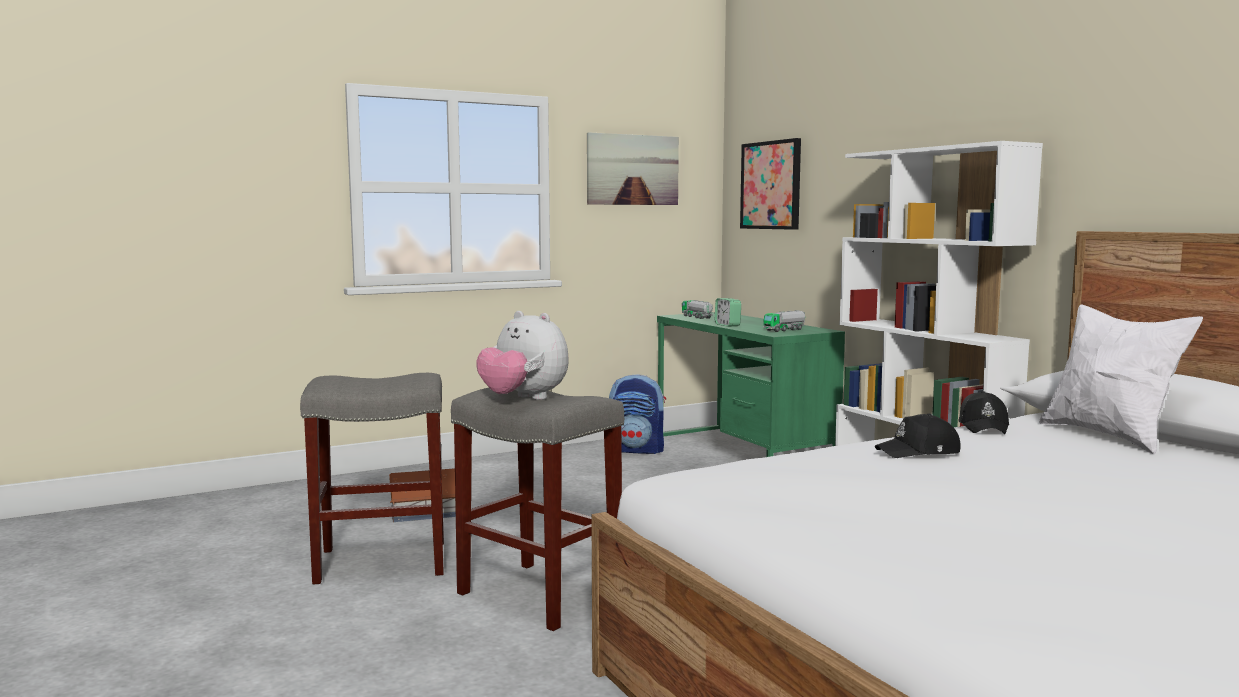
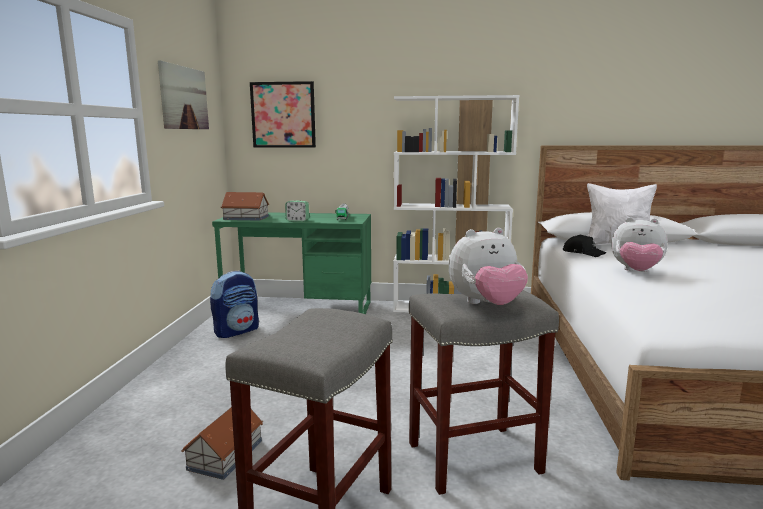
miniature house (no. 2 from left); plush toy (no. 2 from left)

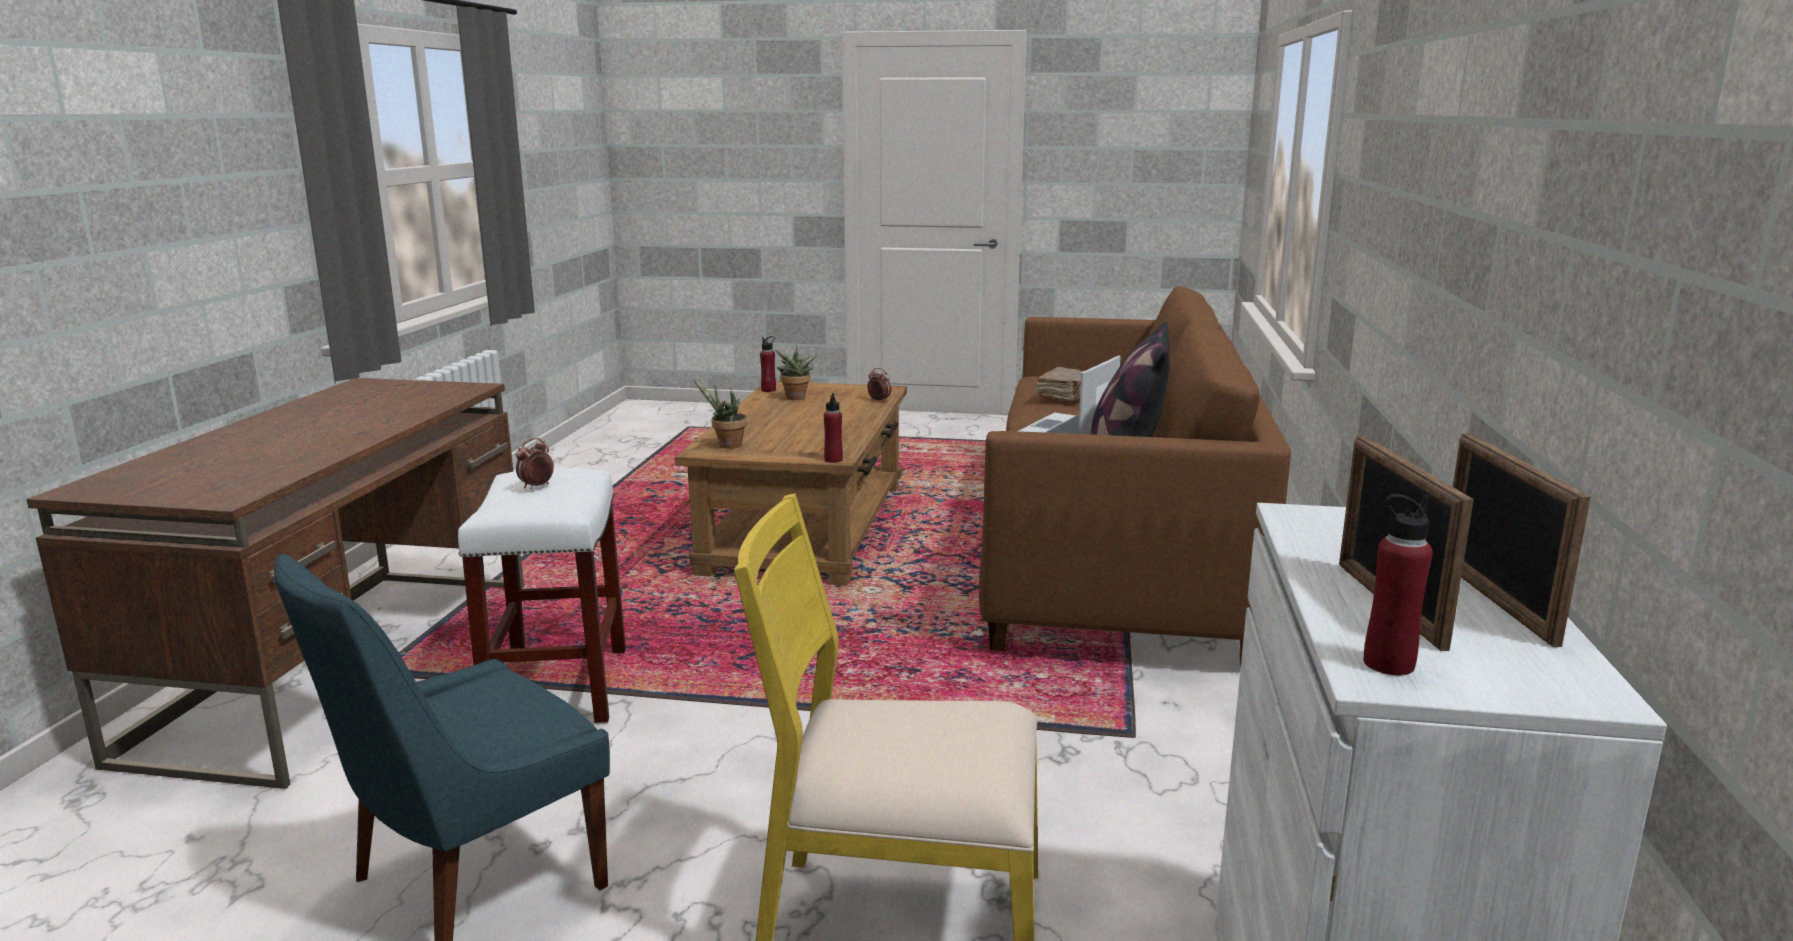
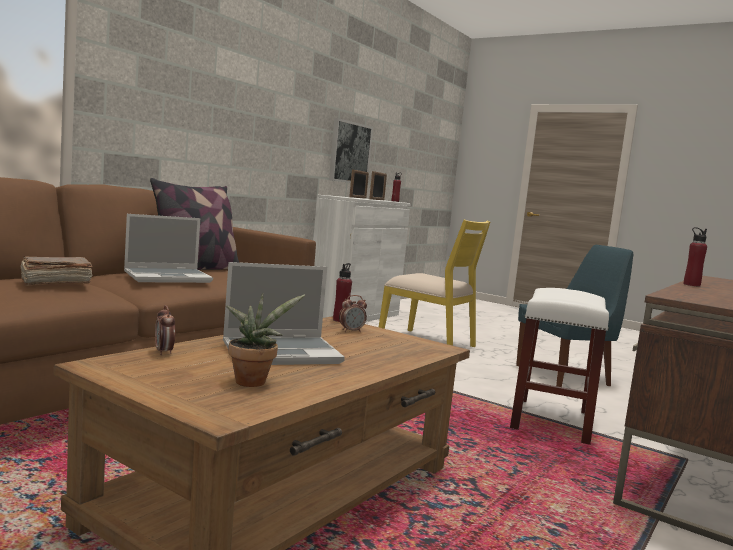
red drink bottle (no. 3 from left); potted plant (no. 1 from left in the first image); alarm clock (no. 2 from left); wall art; portable computer (no. 2 from left)

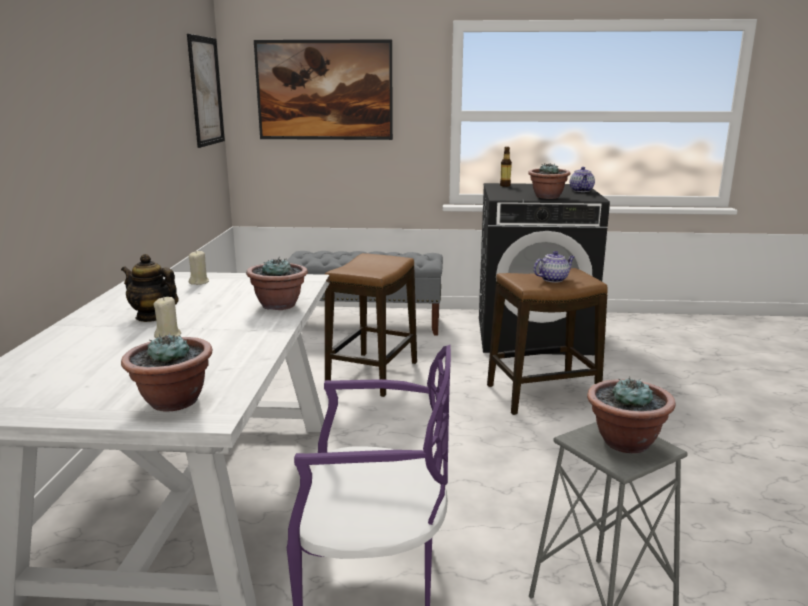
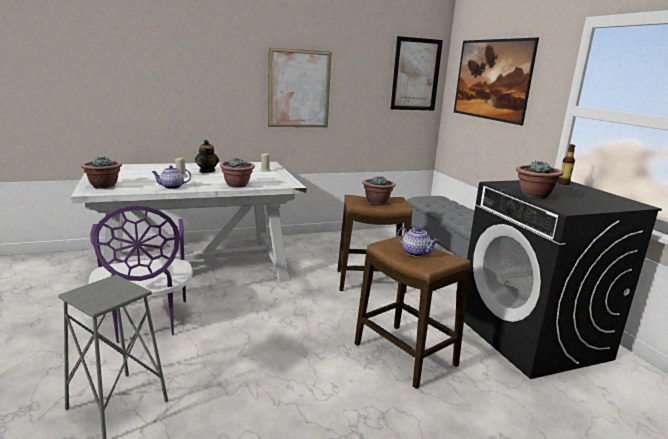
tea pot (no. 1 from left); potted plant (no. 3 from left); wall art (no. 1 from left)

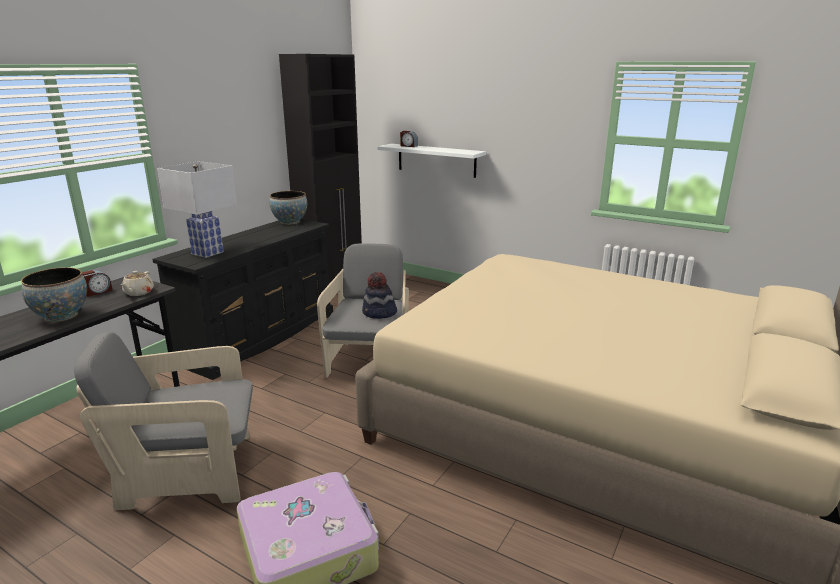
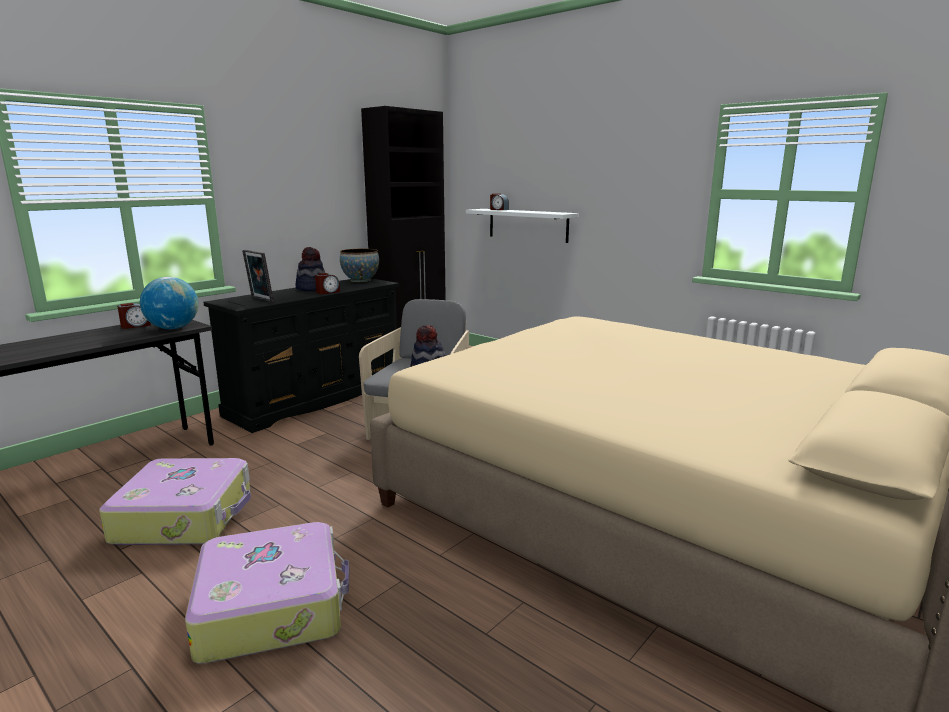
picture frame; deep dish (no. 1 from left in the first image); globe; travel case (no. 1 from left); hat (no. 1 from left); alarm clock (no. 2 from left)

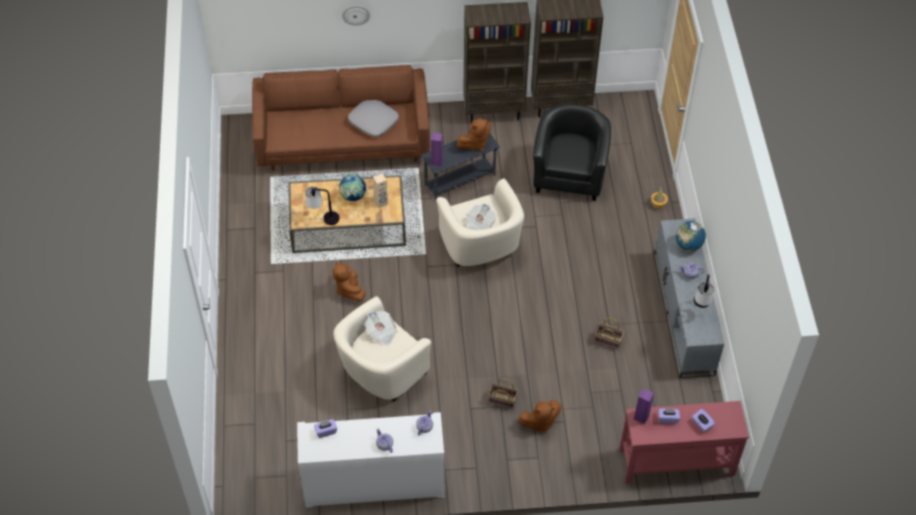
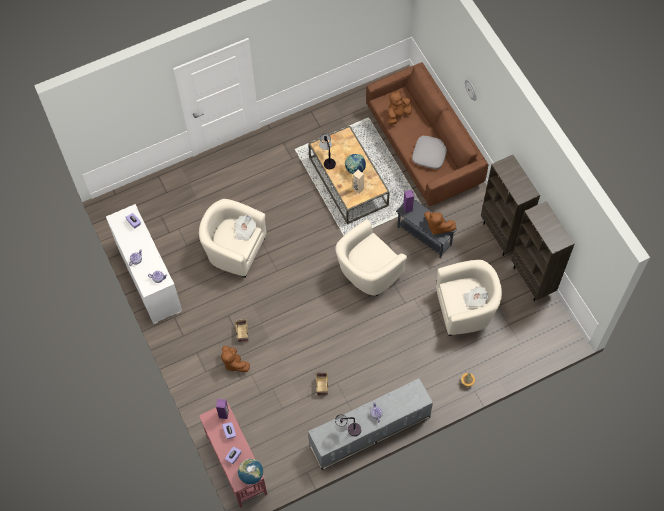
sand-coloured armchair (no. 3 from left); daily paper (no. 2 from left); globe (no. 1 from left); brownish plush toy (no. 2 from left)

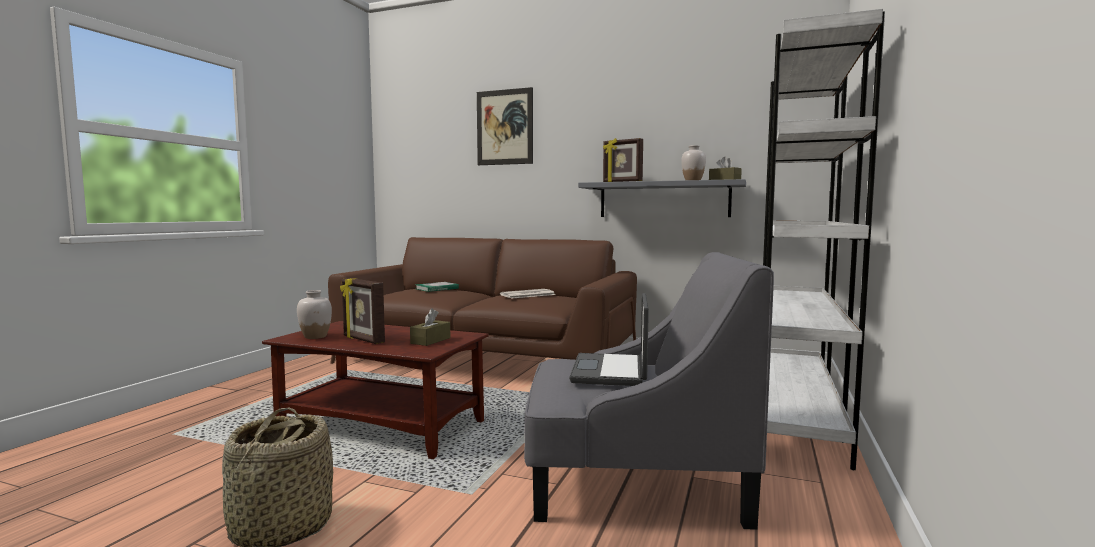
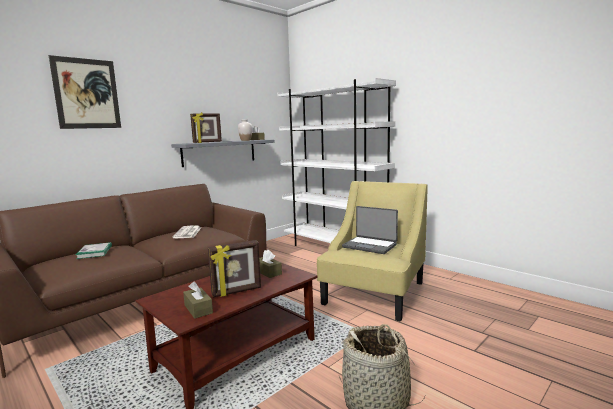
yellow-coloured armchair; brownish box of tissues (no. 1 from left)

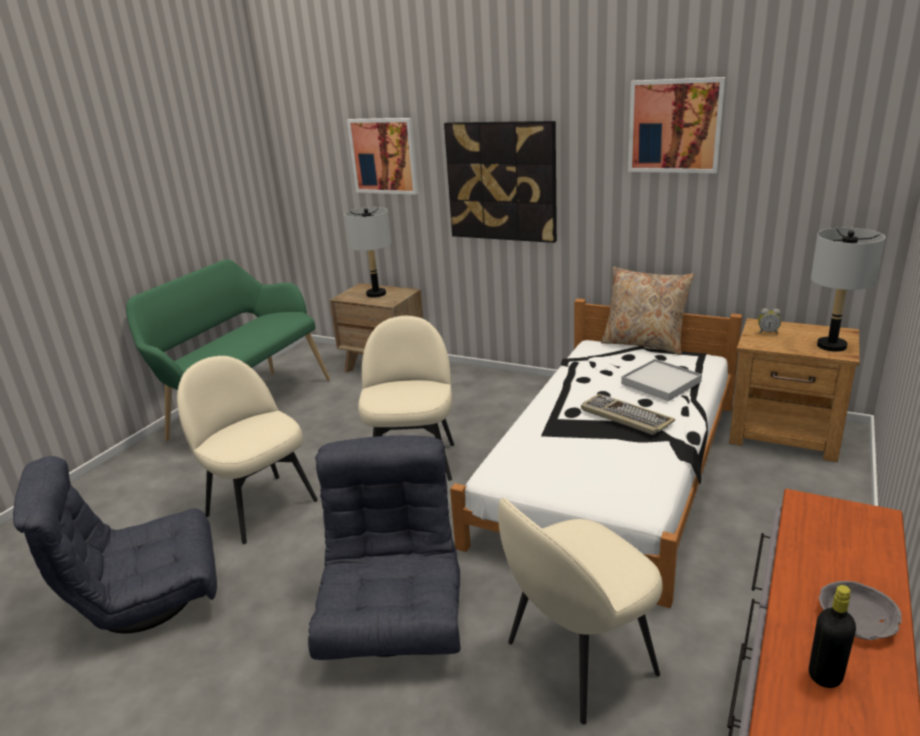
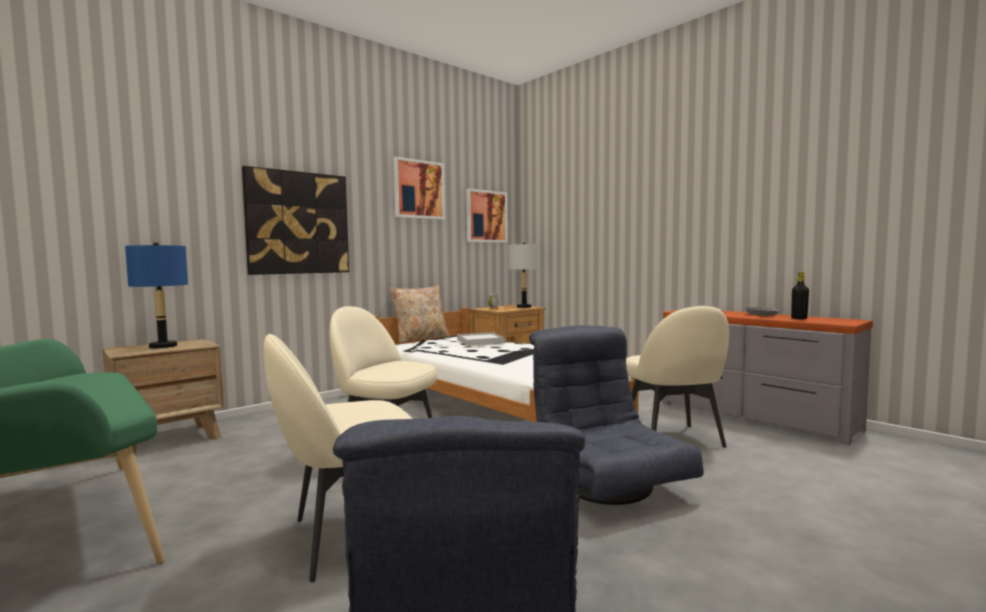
wall art (no. 3 from left); blue table lamp; PC keyboard; gray armchair (no. 2 from left)

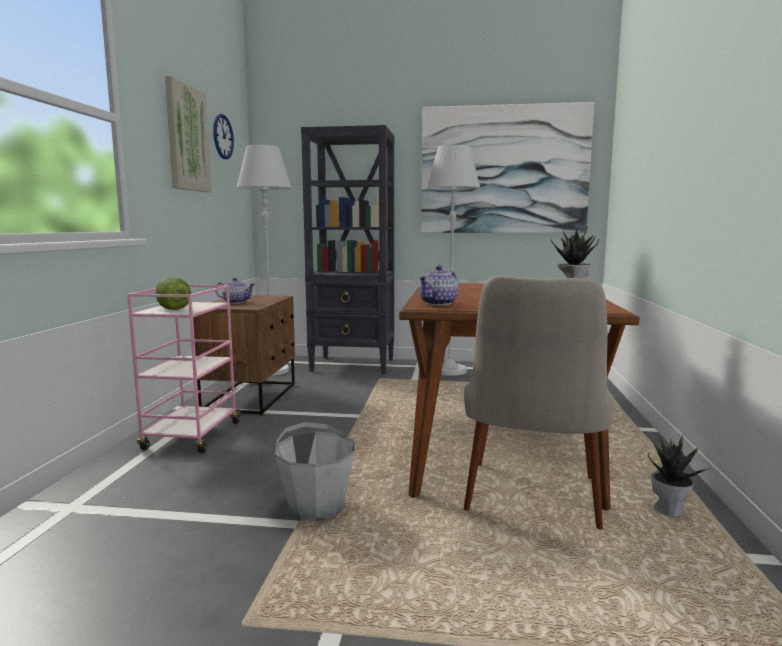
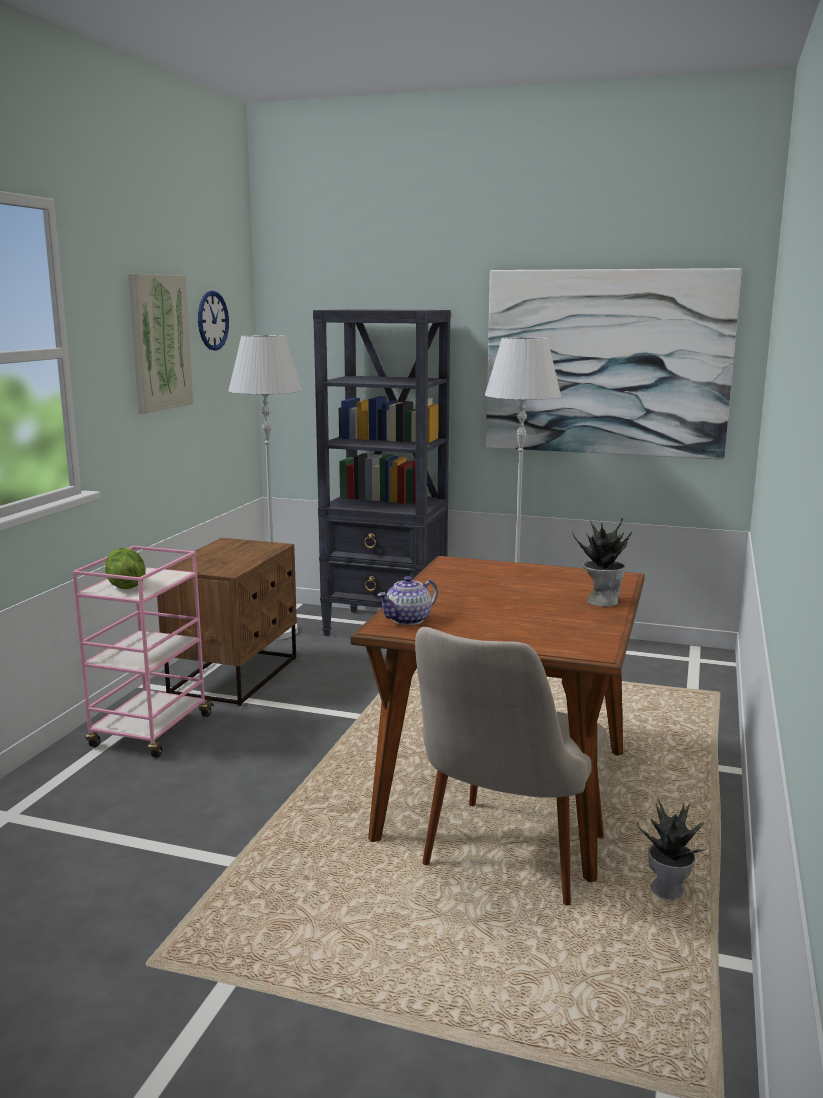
tea pot (no. 1 from left in the first image); gray pail

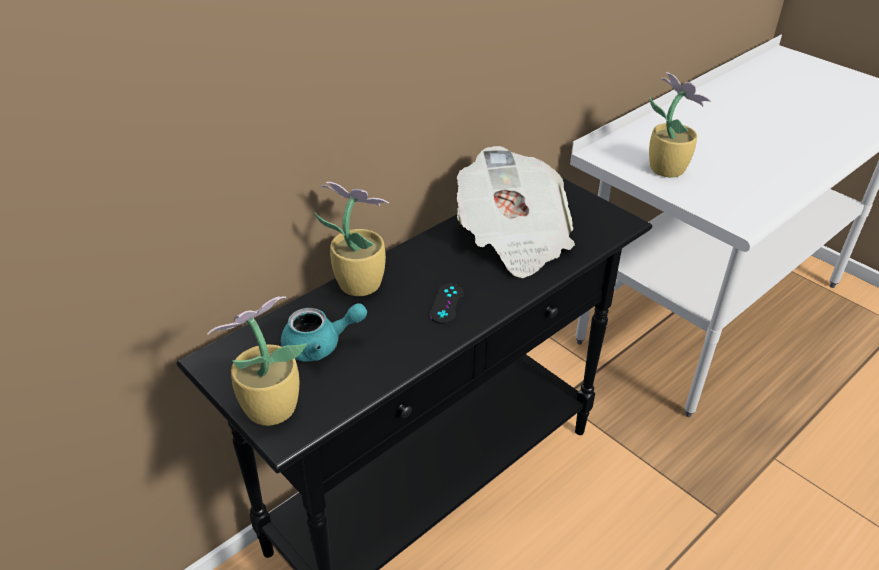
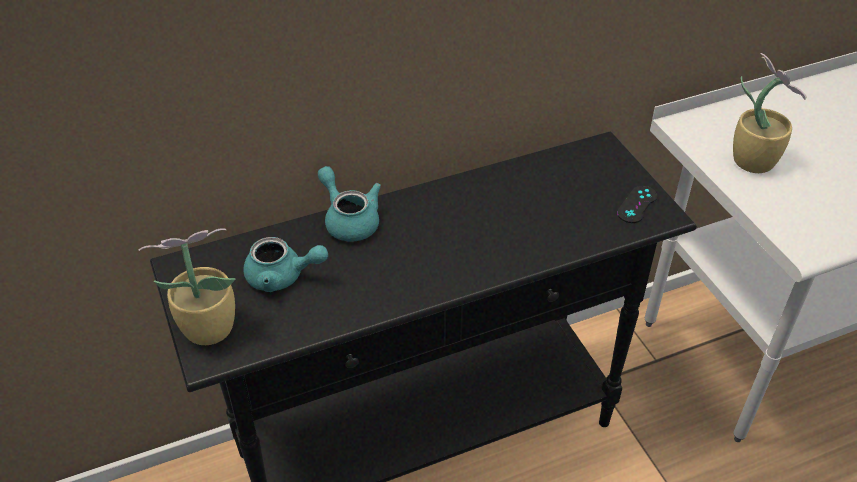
daily paper; blue-green tea pot (no. 2 from left); black-coloured gamepad

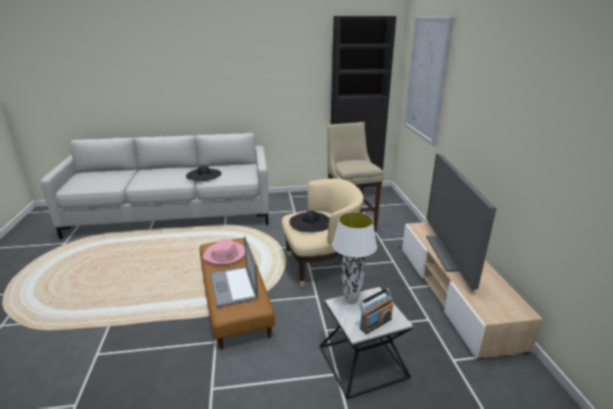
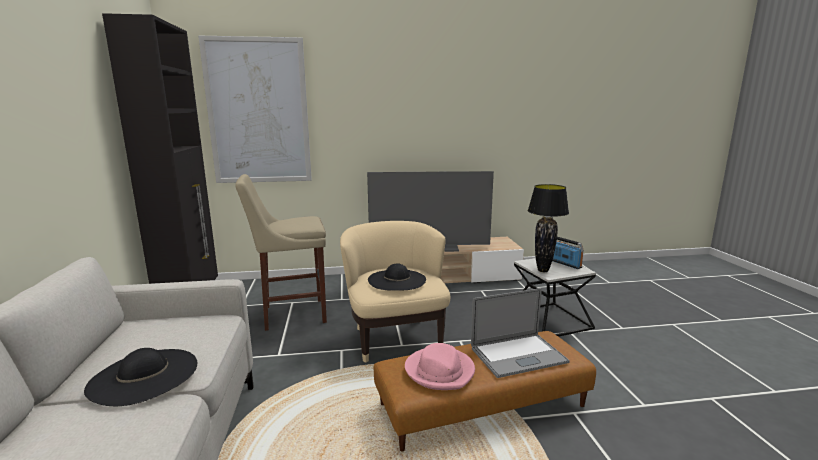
black-coloured table lamp

